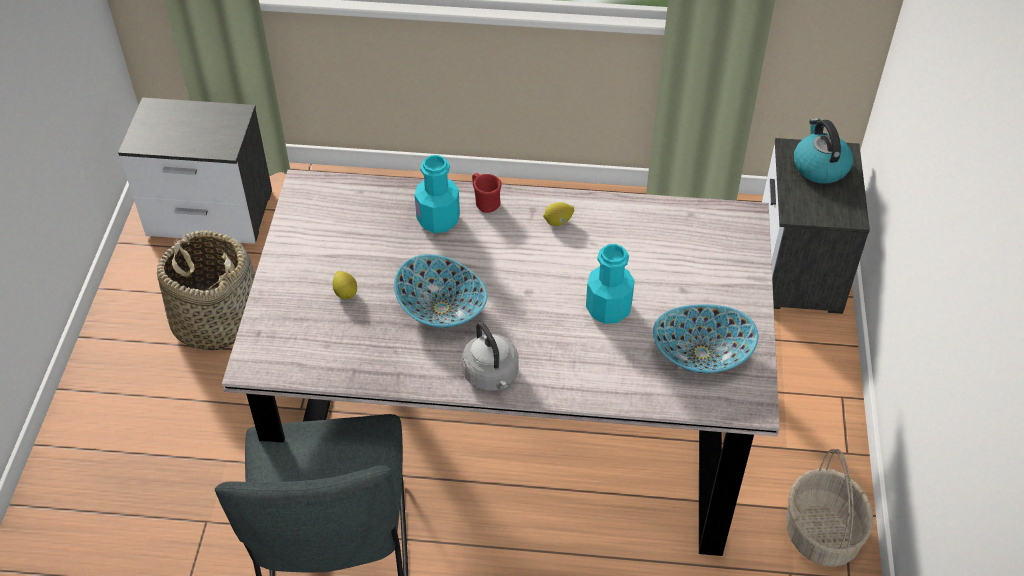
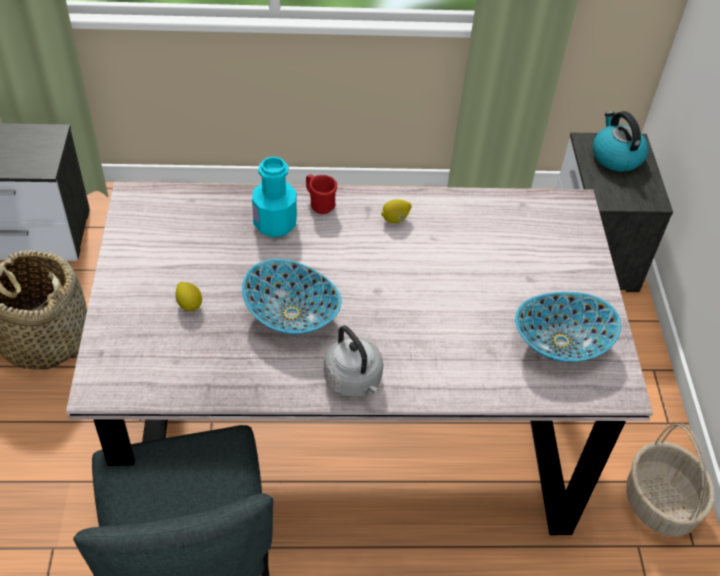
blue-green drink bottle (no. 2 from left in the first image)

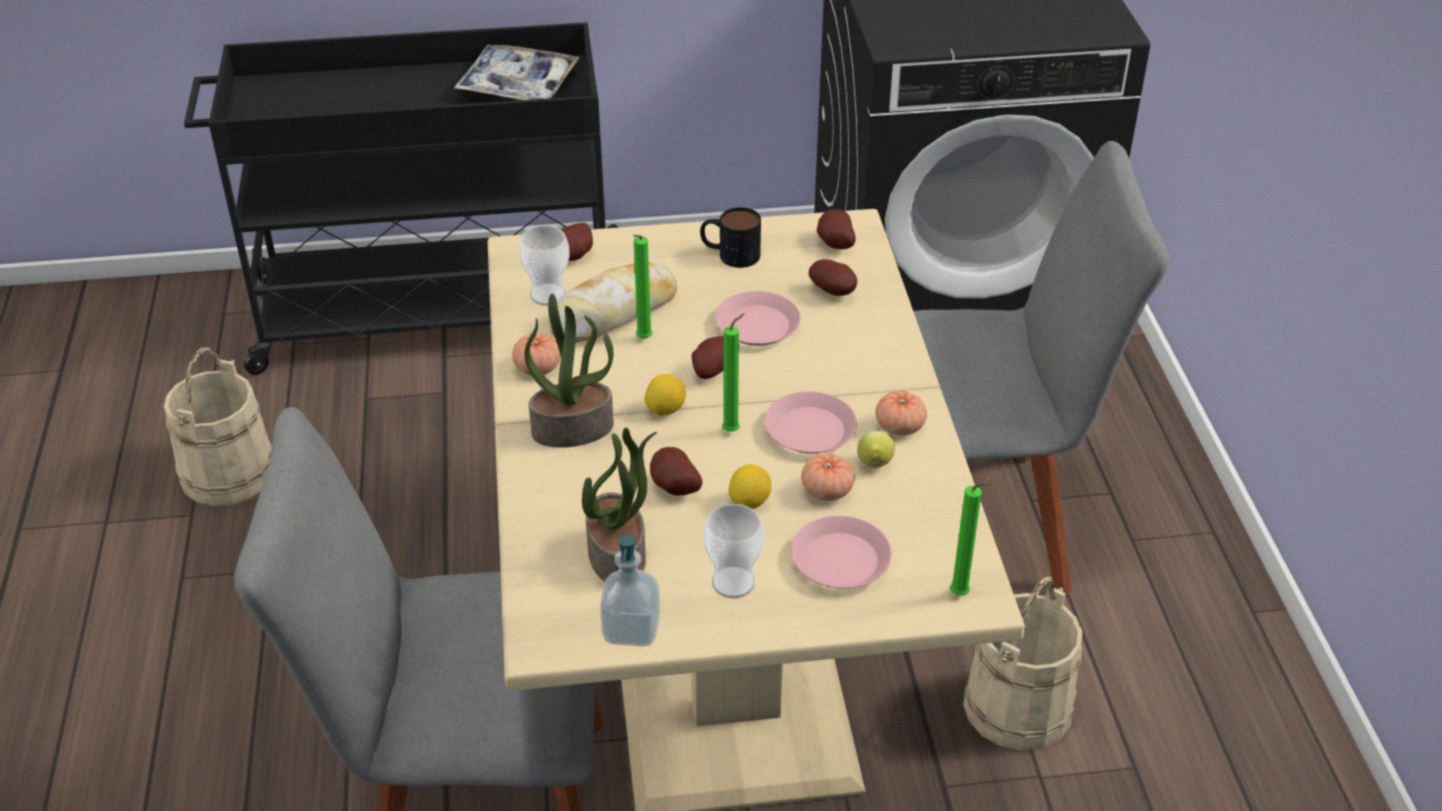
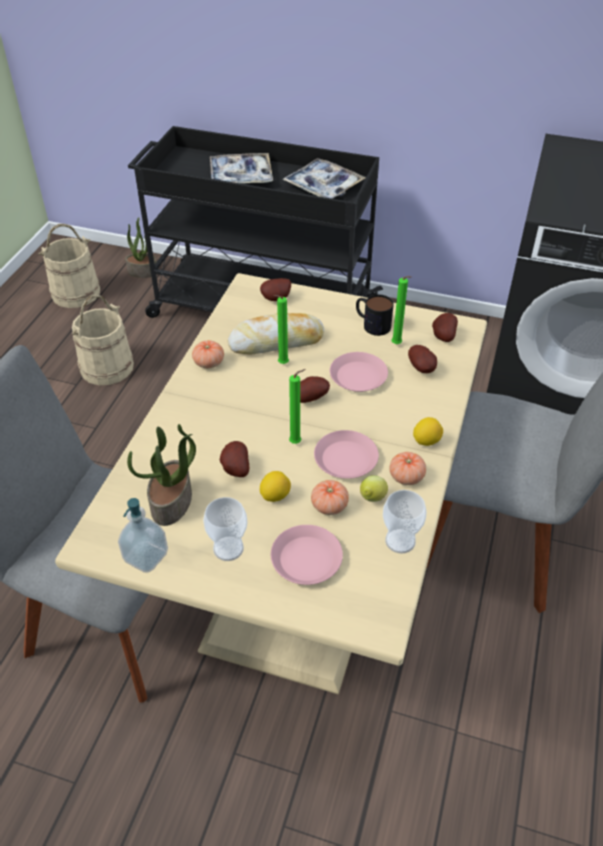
small cup (no. 2 from left); potted plant (no. 1 from left); whole lemon (no. 3 from left); green-coloured wax candle (no. 3 from left); sand-coloured pail (no. 1 from left); serving tray (no. 1 from left)

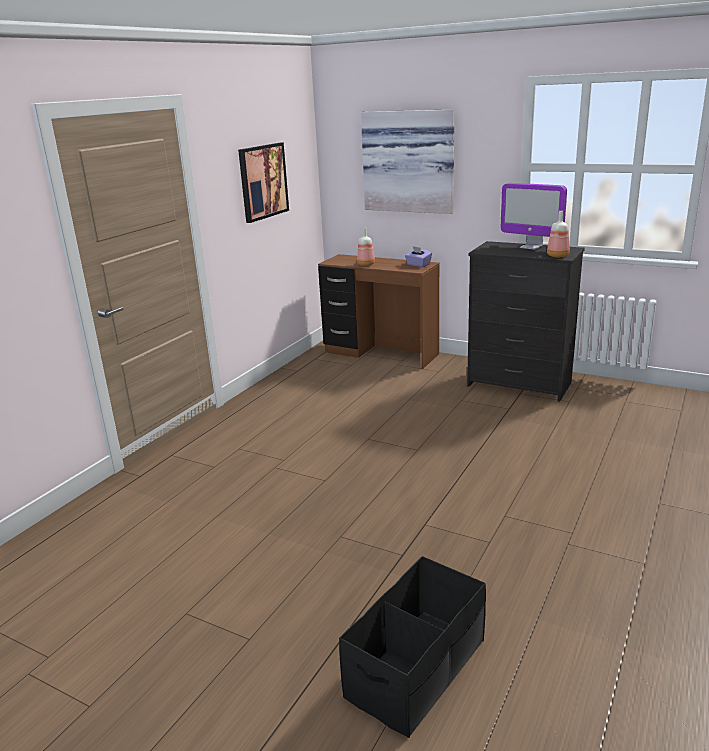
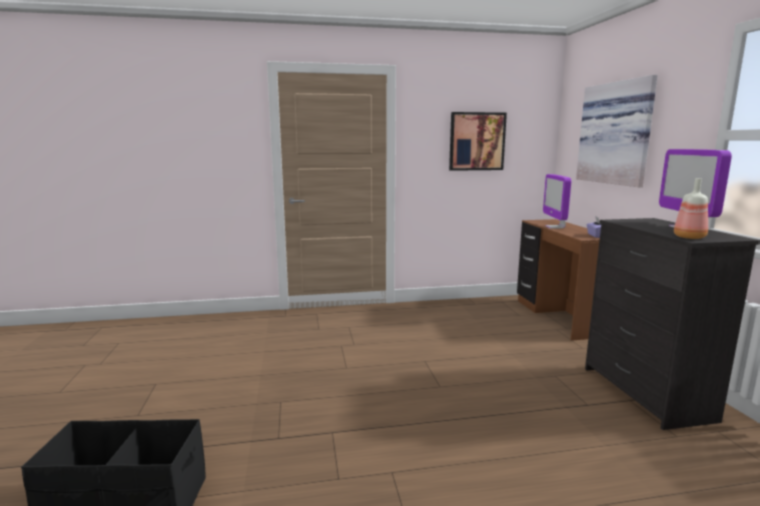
computer display (no. 1 from left)

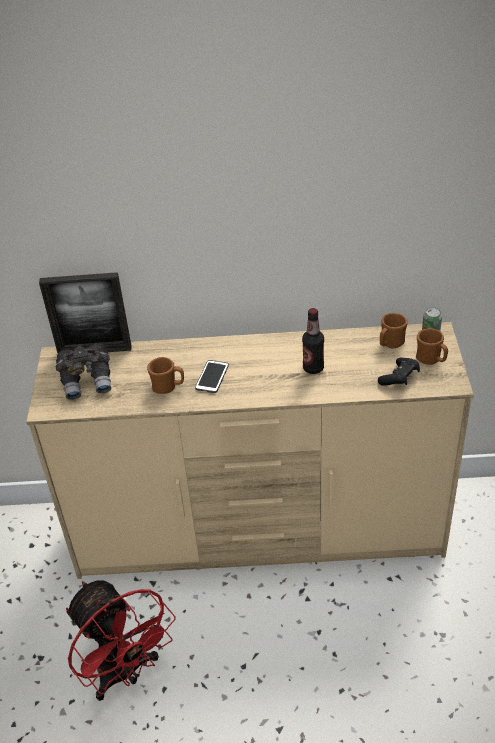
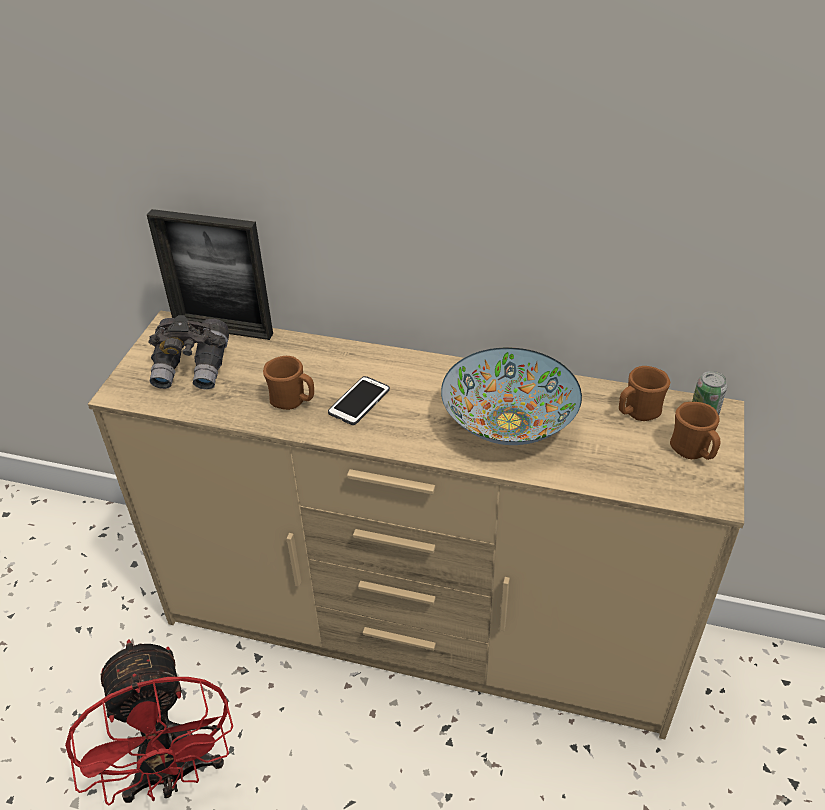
deep dish; black-coloured gamepad

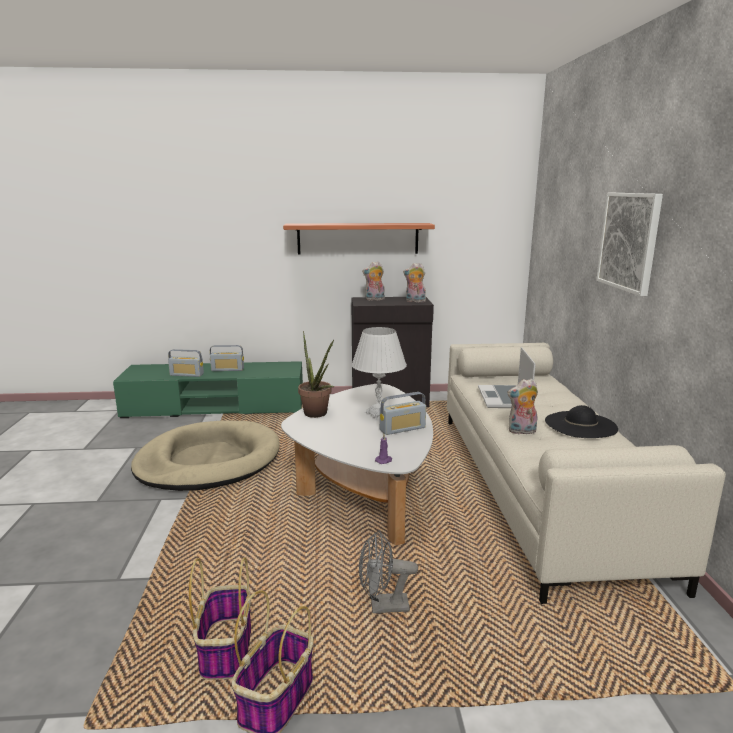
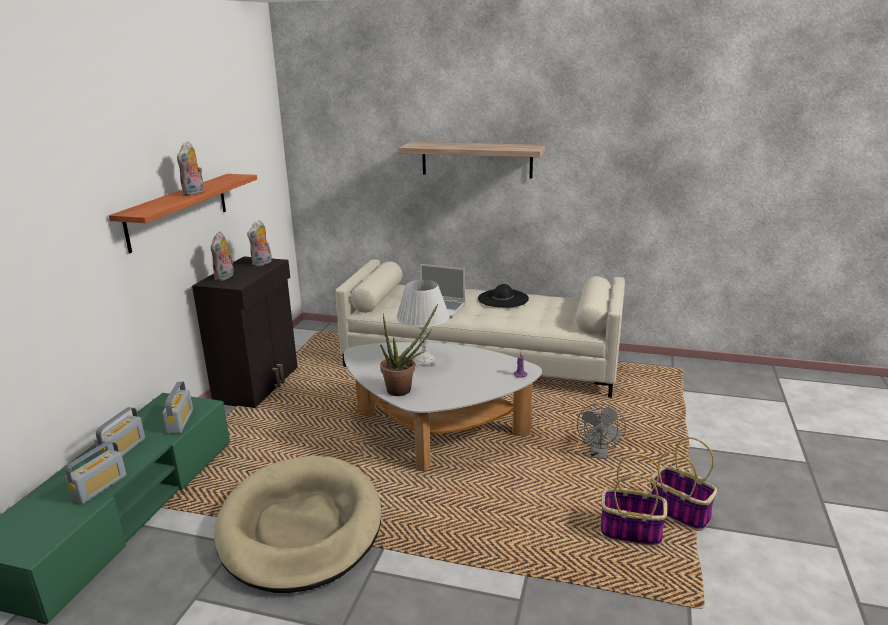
bracket shelf (no. 2 from left); plush toy (no. 1 from left); radio receiver (no. 3 from left)

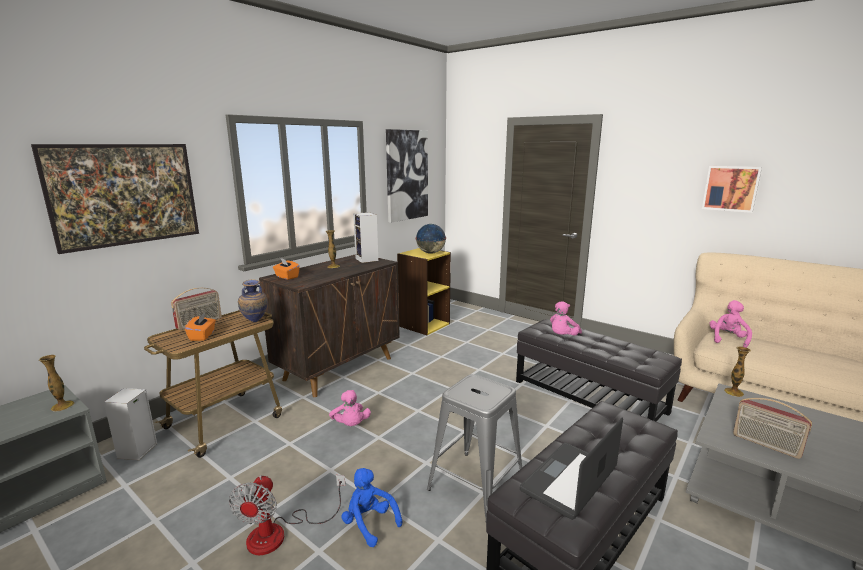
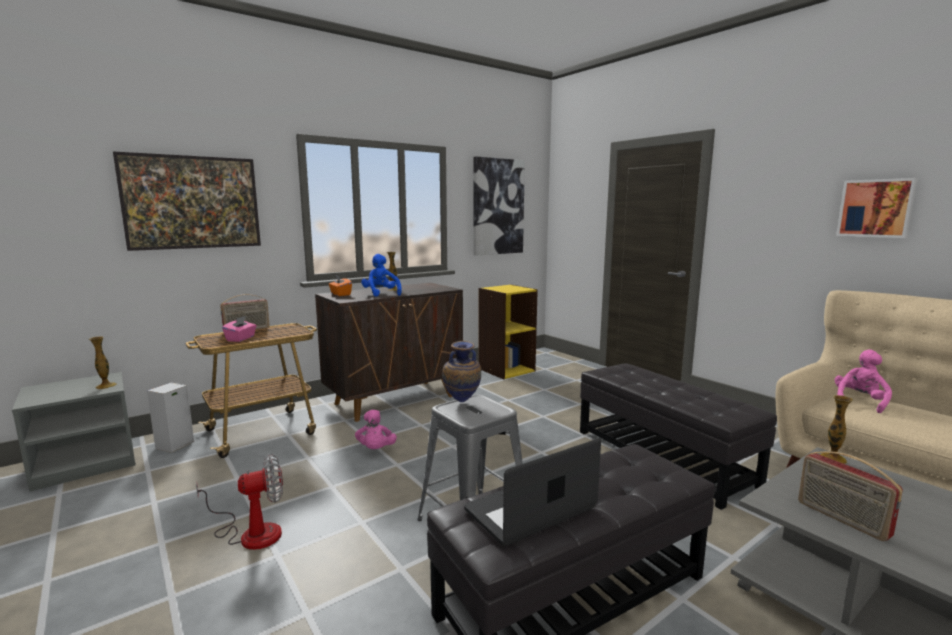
speaker (no. 2 from left in the first image); globe; flower vase (no. 3 from left); pinkish plush toy (no. 2 from left in the first image); pinkish box of tissues; blue plush toy; cooling fan

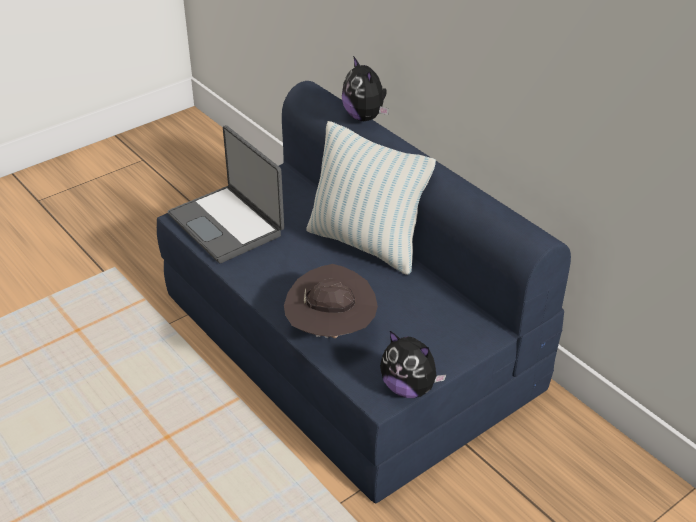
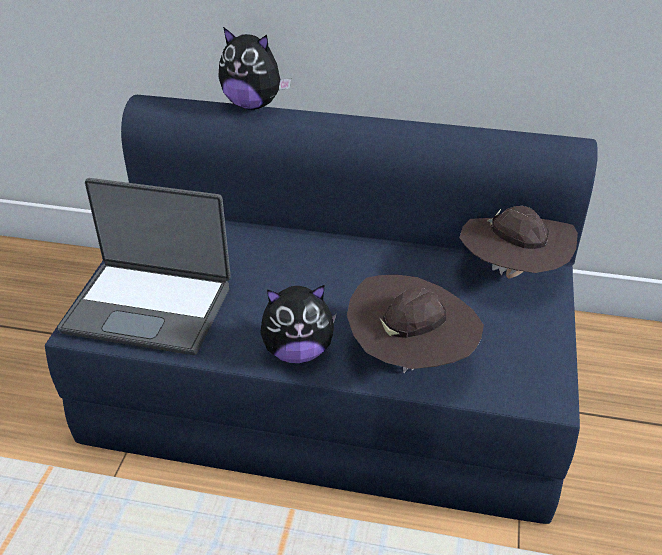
throw pillow; plush toy (no. 2 from left); brownish hat (no. 2 from left)

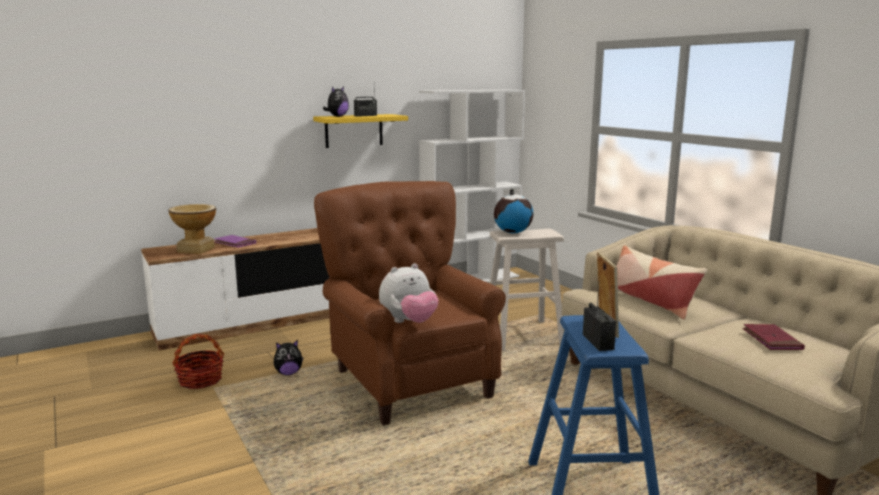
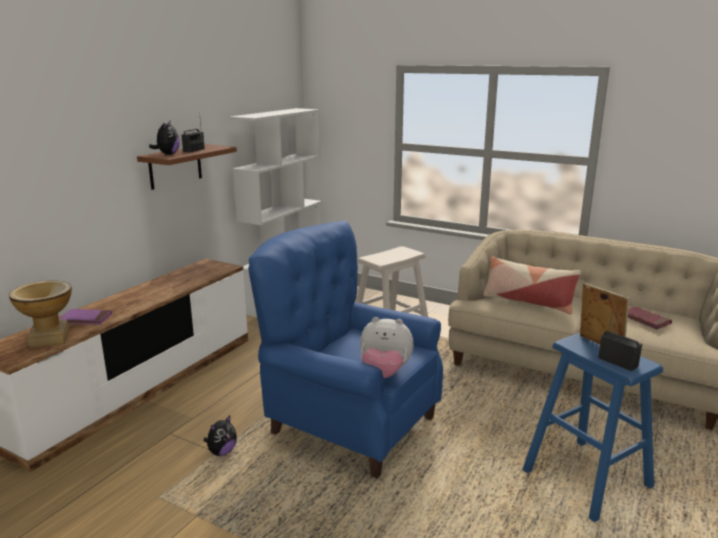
brownish bracket shelf; blue armchair; globe; plush toy (no. 3 from left); household basket

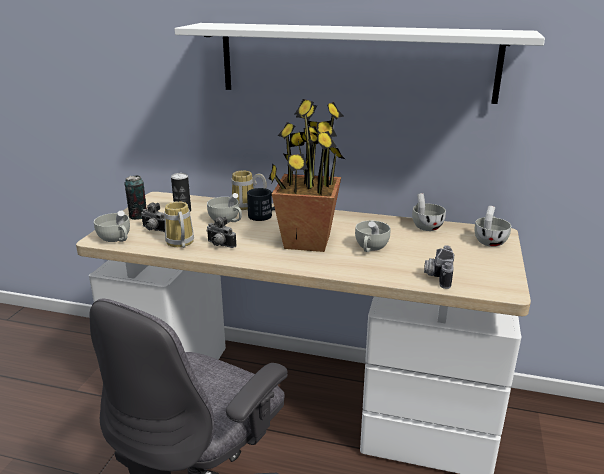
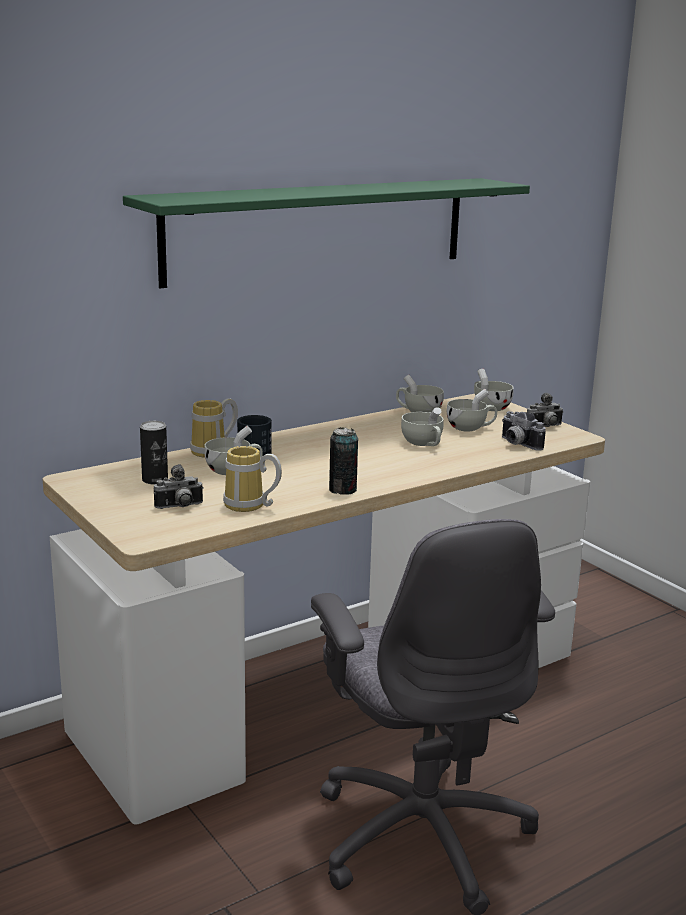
green-coloured bracket shelf; potted plant; sealed can (no. 2 from left); whitish small cup (no. 4 from left); photo camera (no. 3 from left)

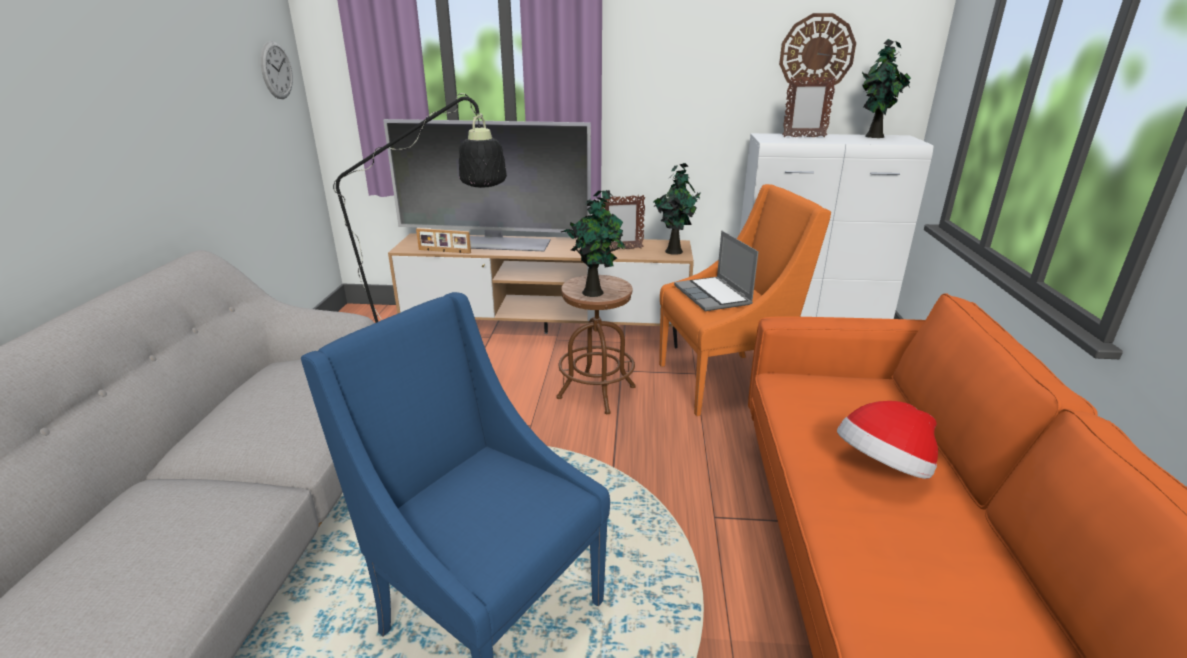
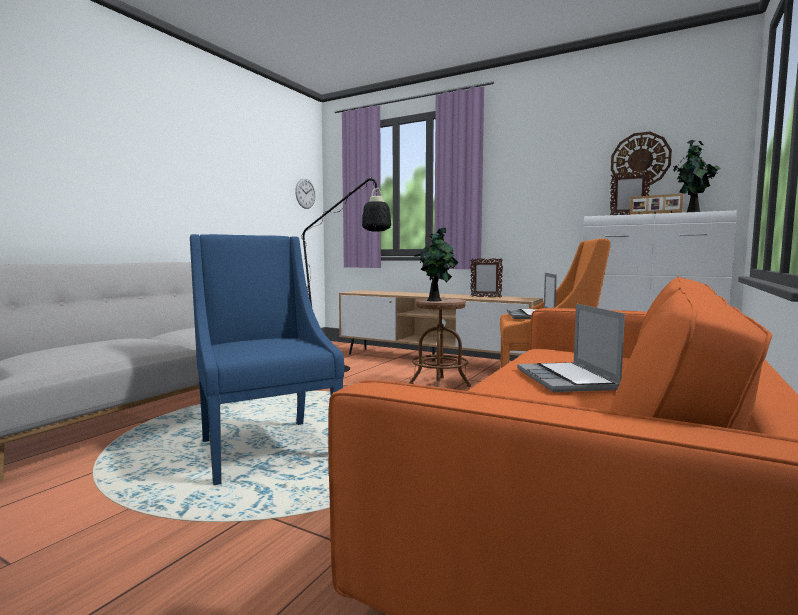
TV set; potted plant (no. 2 from left in the first image); picture frame (no. 3 from left); portable computer (no. 2 from left)

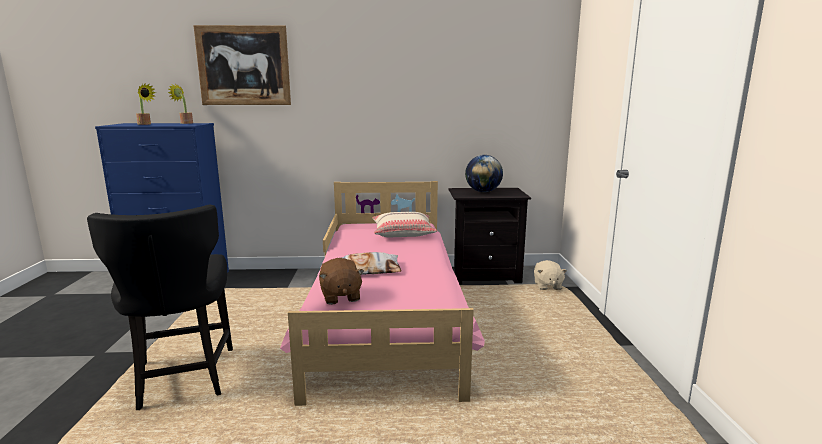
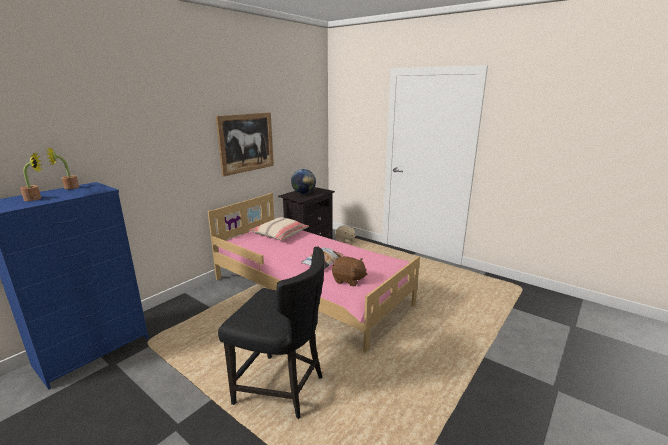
wall art

